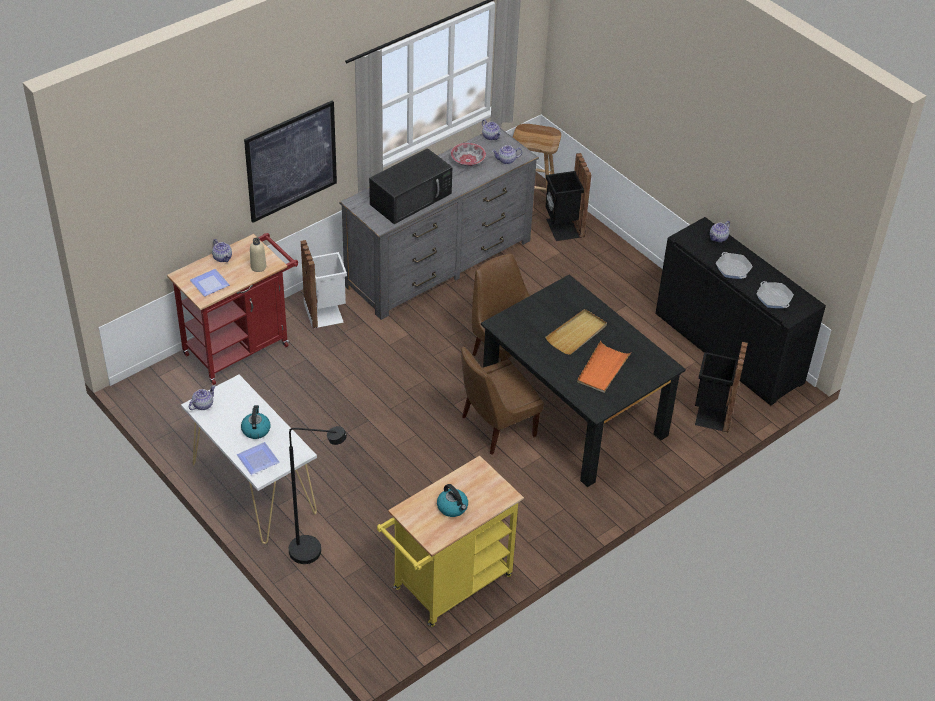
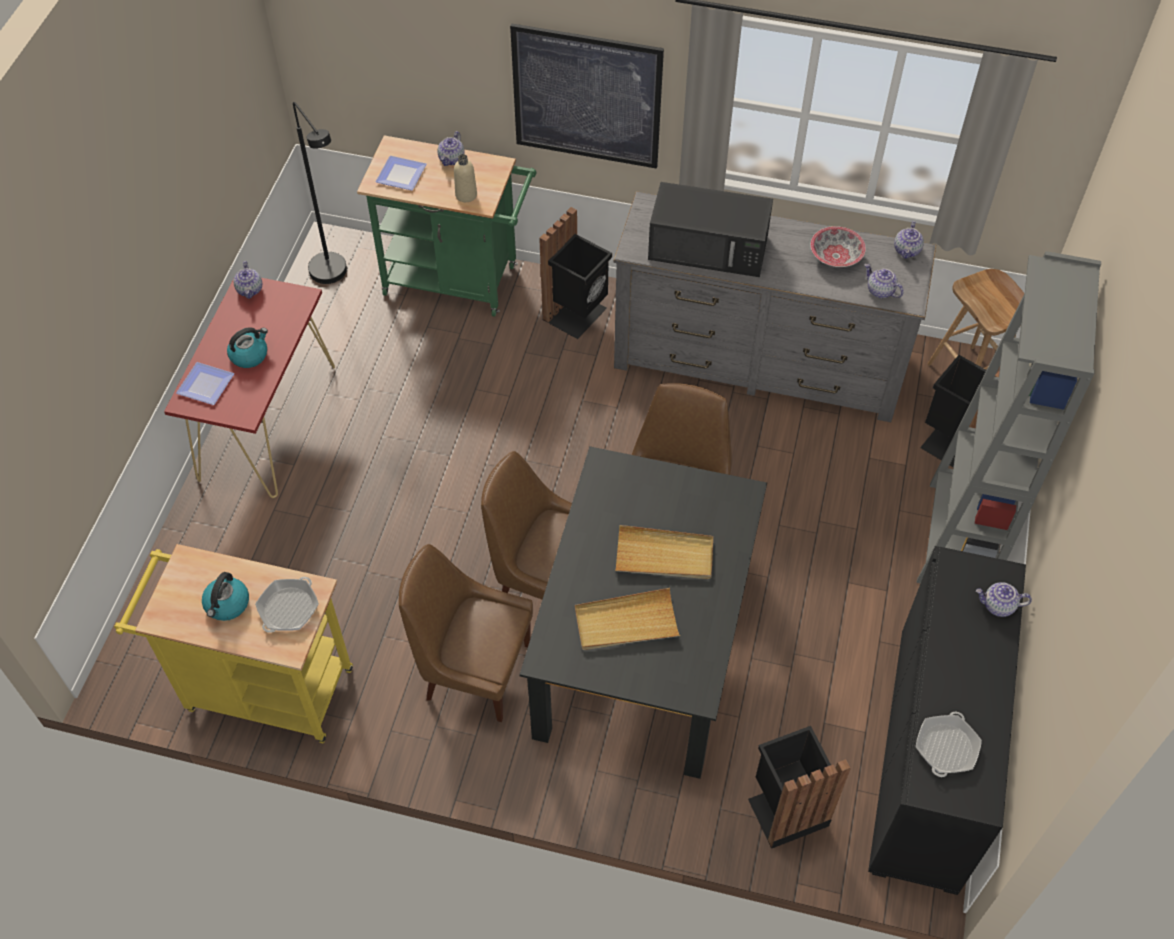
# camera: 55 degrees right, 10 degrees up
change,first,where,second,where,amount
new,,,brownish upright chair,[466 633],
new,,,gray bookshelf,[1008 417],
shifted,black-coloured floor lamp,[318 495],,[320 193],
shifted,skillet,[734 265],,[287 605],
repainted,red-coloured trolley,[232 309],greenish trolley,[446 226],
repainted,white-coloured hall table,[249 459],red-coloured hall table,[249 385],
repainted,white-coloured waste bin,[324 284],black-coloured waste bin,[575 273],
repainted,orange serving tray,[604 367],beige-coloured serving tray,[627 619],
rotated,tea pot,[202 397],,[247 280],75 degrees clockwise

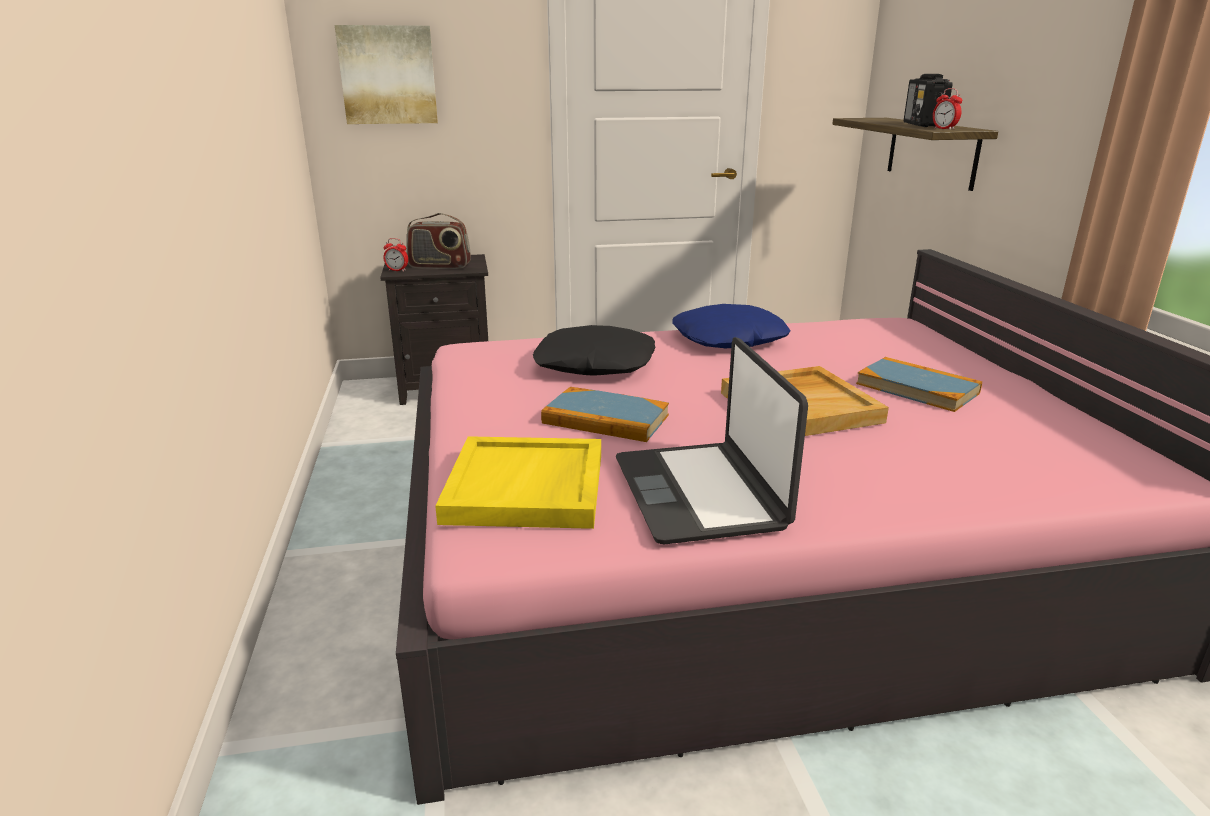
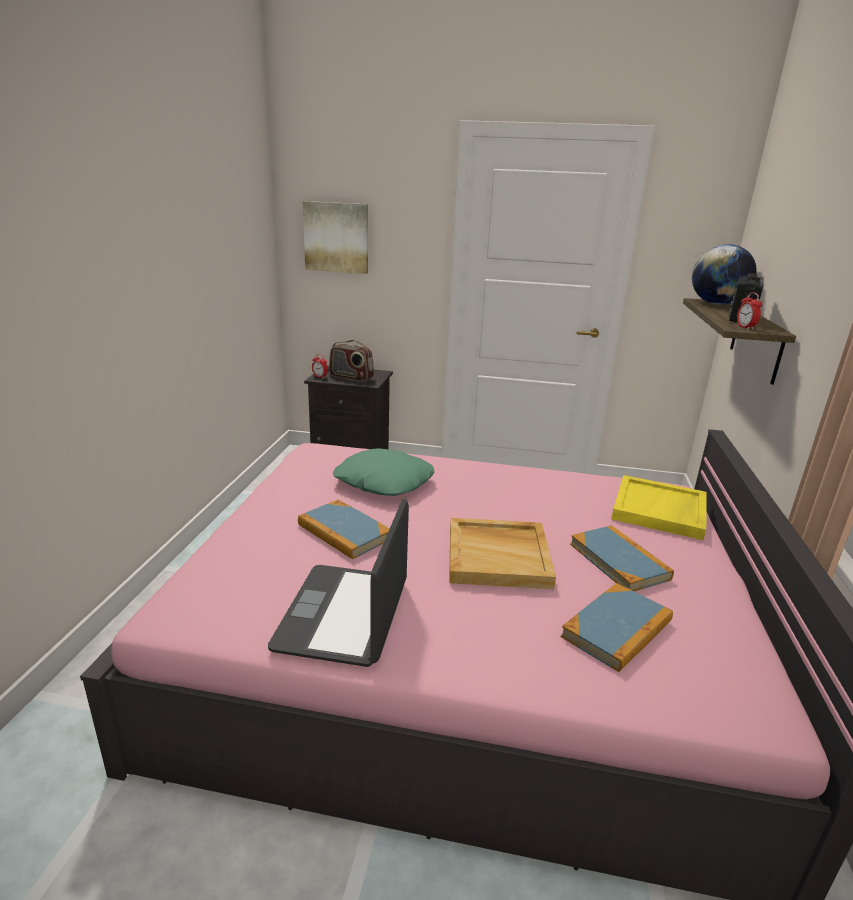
# camera: 20 degrees right, 0 degrees up
change,first,where,second,where,amount
gone,bluish pillow,[731 326],,,
new,,,bound book,[617 627],
new,,,globe,[724 274],
shifted,yellowish serving tray,[518 482],,[659 507],
repainted,black-coloured pillow,[594 350],greenish pillow,[383 472],

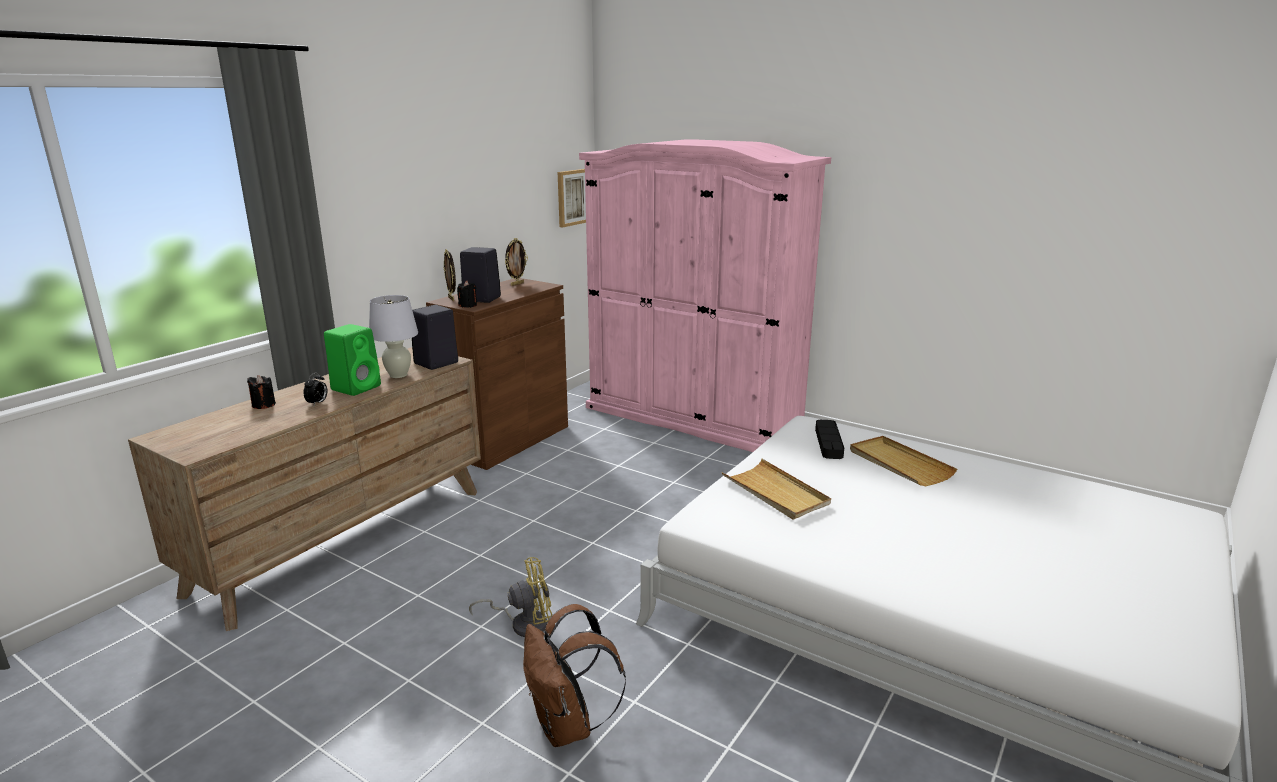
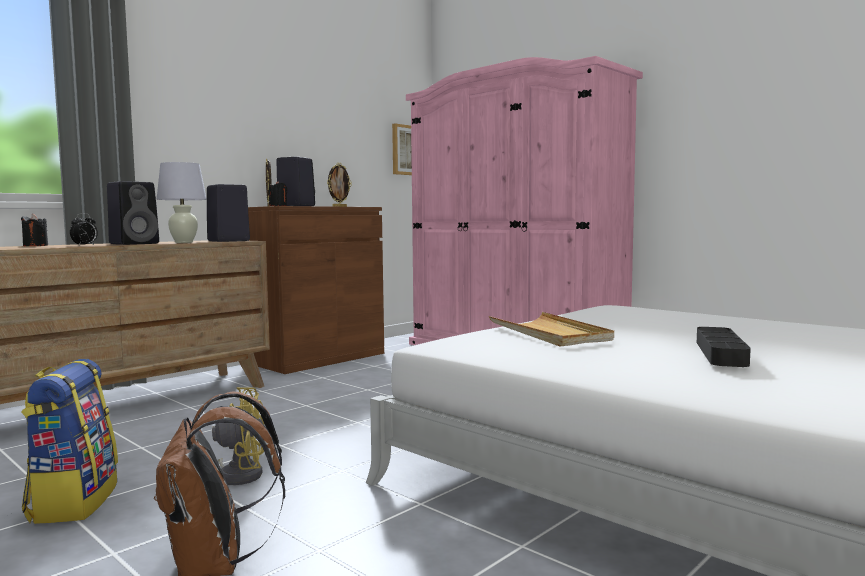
# camera: 10 degrees right, 15 degrees down
change,first,where,second,where,amount
gone,beige-coloured serving tray,[903 461],,,
new,,,rucksack,[70 441],
shifted,black-coloured serving tray,[829 439],,[724 347],
repainted,greenish audio speaker,[352 360],black-coloured audio speaker,[133 213],

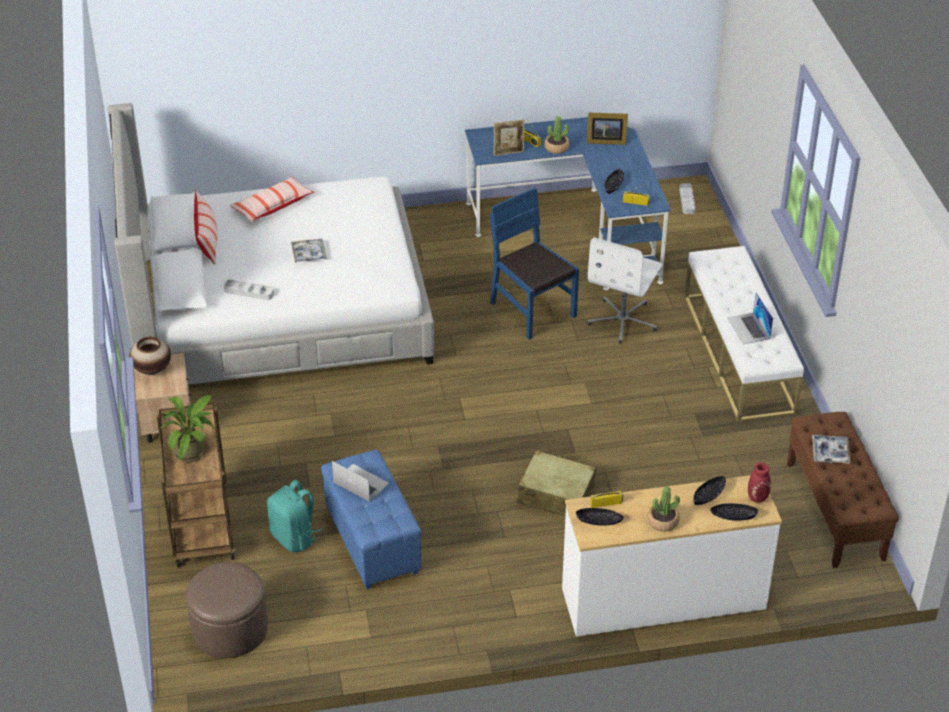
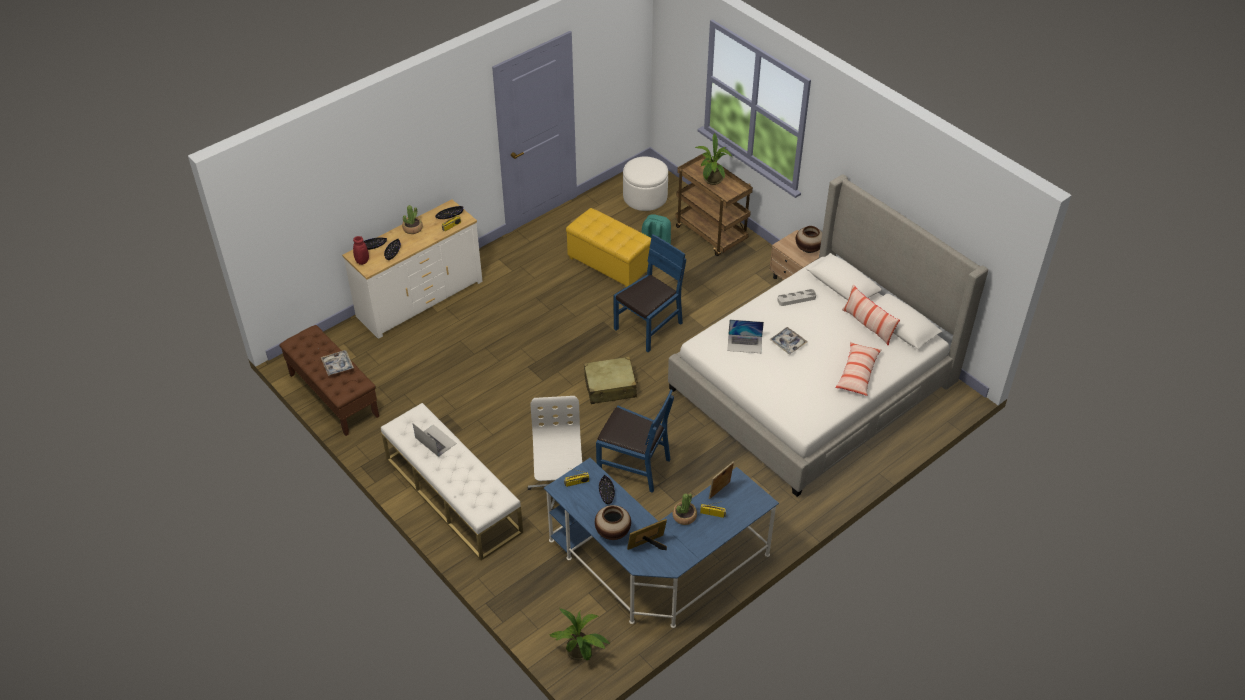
# camera: 150 degrees right, 5 degrees up
change,first,where,second,where,amount
new,,,flower vase,[613 522],
new,,,bluish upright chair,[649 293],
shifted,laptop,[360 481],,[745 336],
shifted,beige-coloured suitcase,[557 483],,[611 380],
swapped,gray serving tray,[687 198],potted plant,[579 634],
repainted,brownish pouffe,[227 610],white-coloured pouffe,[645 183],
repainted,bluish pouffe,[371 519],yellowish pouffe,[608 247],

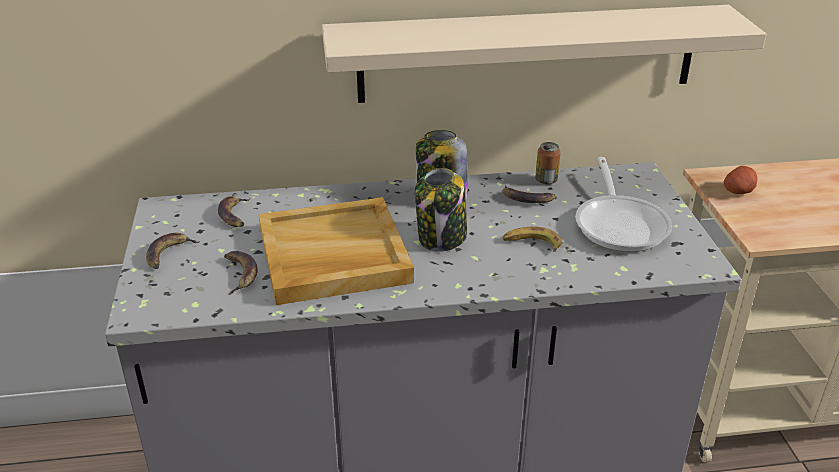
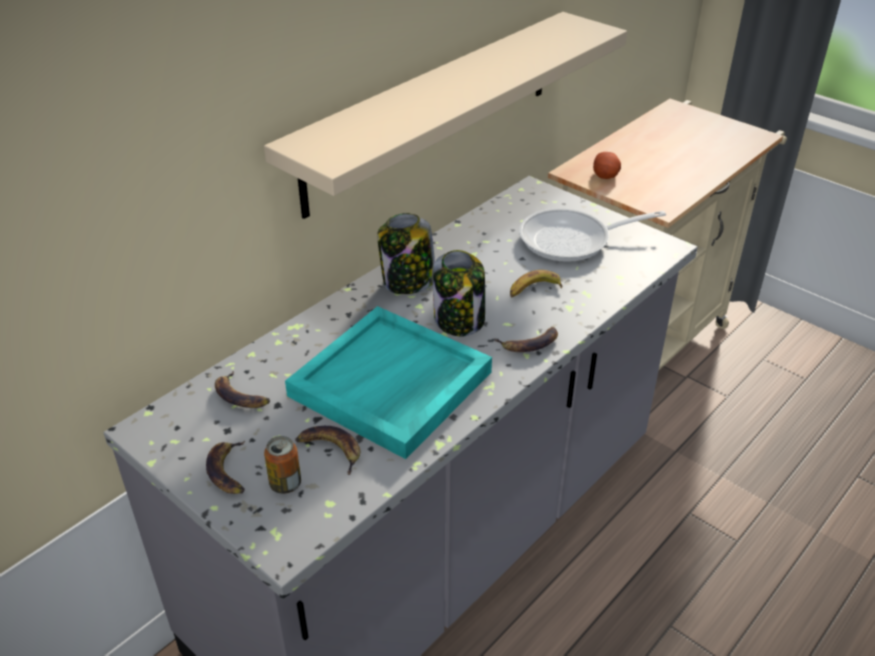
# camera: 40 degrees left, 5 degrees up
change,first,where,second,where,amount
shifted,whole banana,[529 194],,[526 339],
shifted,can,[548 163],,[282 465],
repainted,beige-coloured serving tray,[336 251],turquoise serving tray,[388 382],
rotated,skillet,[623 204],,[592 235],120 degrees clockwise

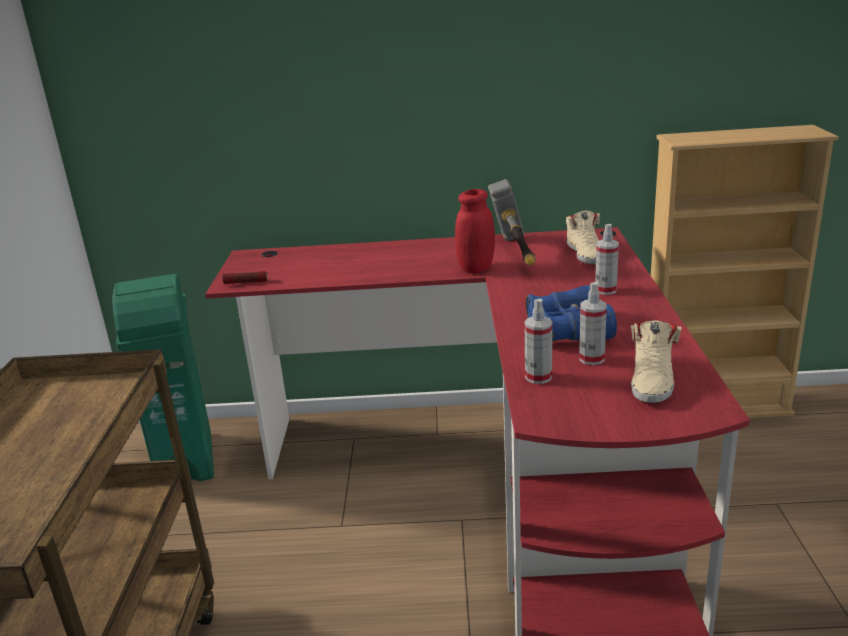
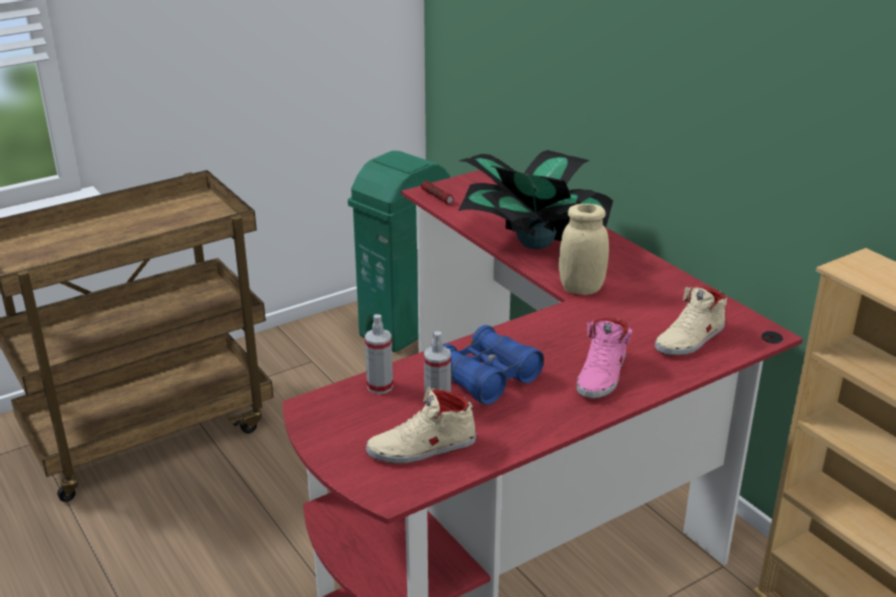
# camera: 55 degrees right, 5 degrees up
change,first,where,second,where,amount
gone,hammer,[512 222],,,
new,,,potted plant,[535 199],
swapped,hand sprayer,[607 259],pink-coloured shoe,[604 358],
repainted,red-coloured preserve jar,[475 231],beige-coloured preserve jar,[584 249],

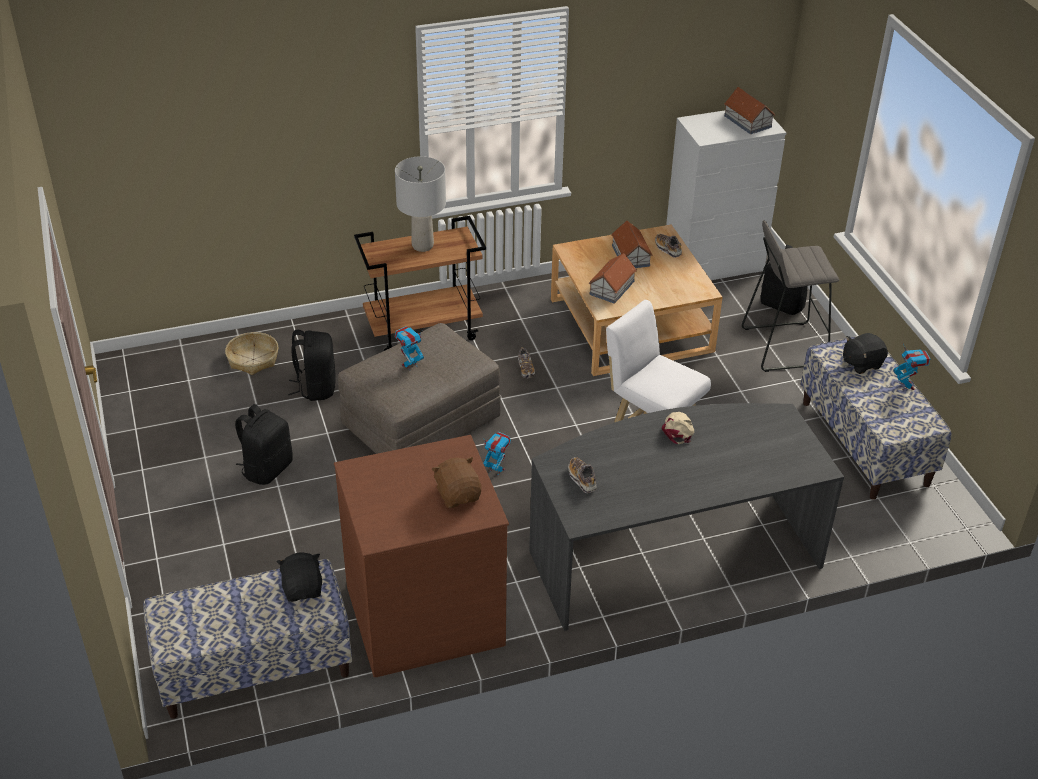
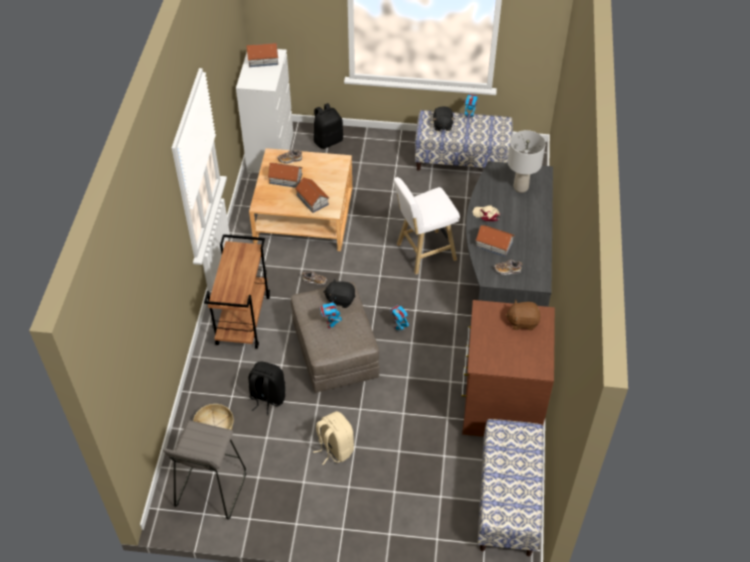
# camera: 65 degrees left, 10 degrees up
change,first,where,second,where,amount
new,,,model house,[494 241],
shifted,black-coloured cuddly toy,[299 577],,[339 293],
shifted,gray lamp for a table,[420 204],,[526 161],
shifted,gray stool seat,[790 296],,[204 470],
repainted,black-coloured rucksack,[264 444],beige-coloured rucksack,[333 438],

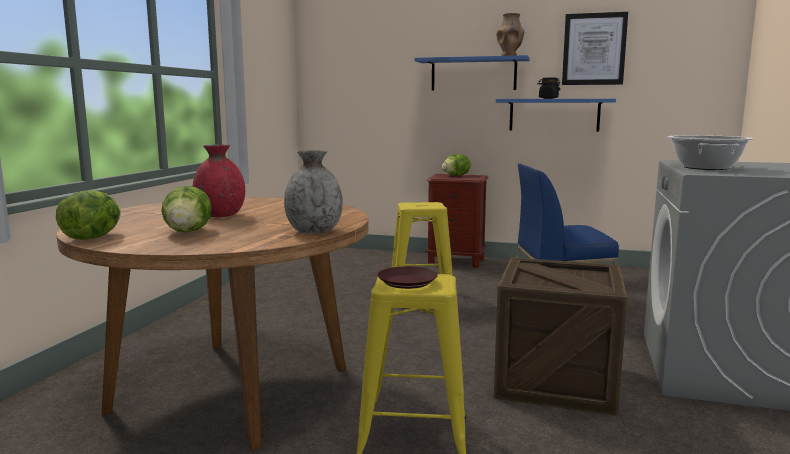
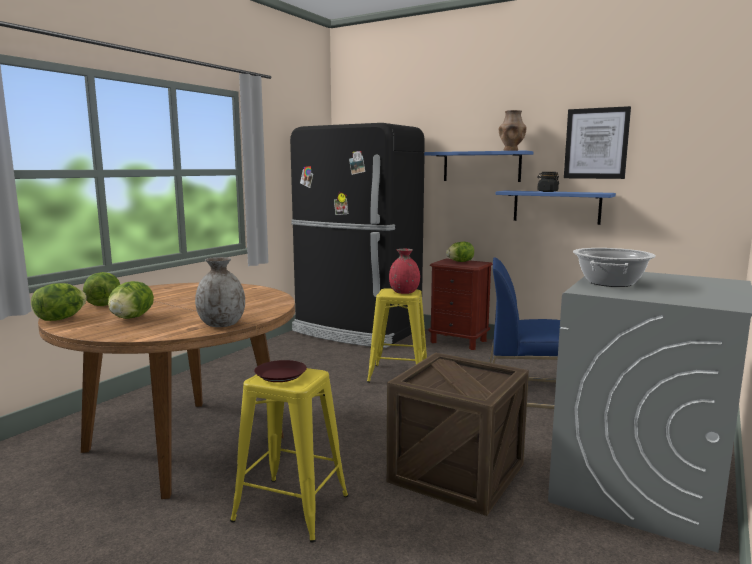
# camera: 15 degrees right, 0 degrees up
change,first,where,second,where,amount
new,,,lettuce head,[101 289],
new,,,black-coloured kitchen fridge,[357 235],
shifted,red-coloured flower vase,[219 180],,[404 271],

